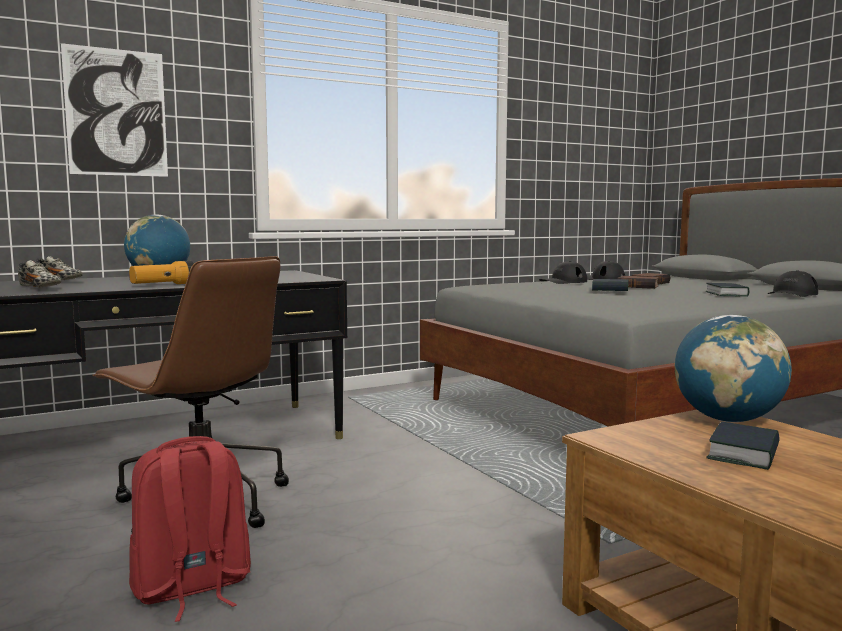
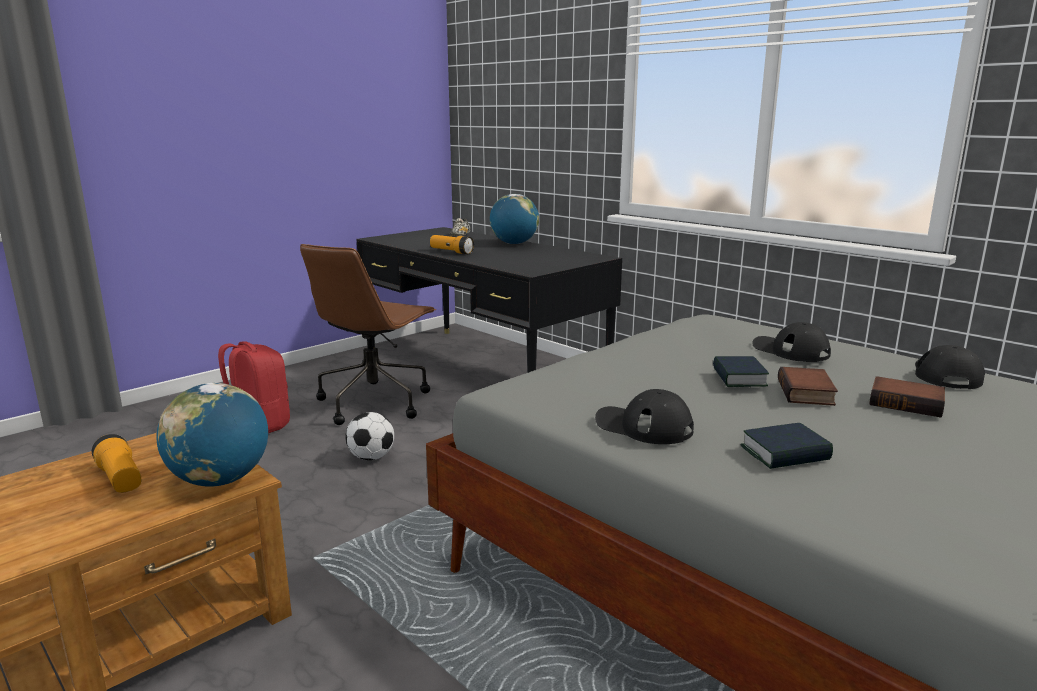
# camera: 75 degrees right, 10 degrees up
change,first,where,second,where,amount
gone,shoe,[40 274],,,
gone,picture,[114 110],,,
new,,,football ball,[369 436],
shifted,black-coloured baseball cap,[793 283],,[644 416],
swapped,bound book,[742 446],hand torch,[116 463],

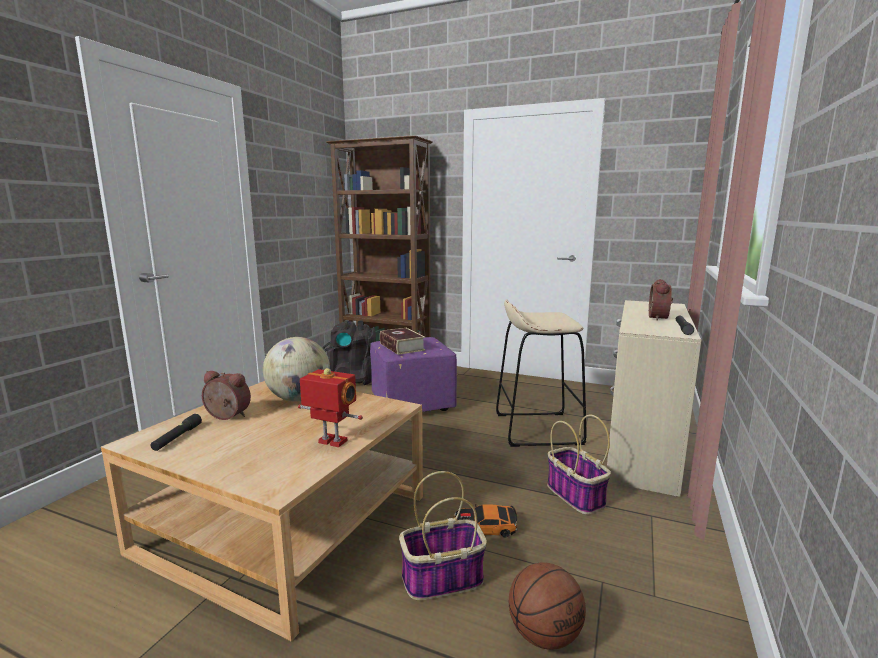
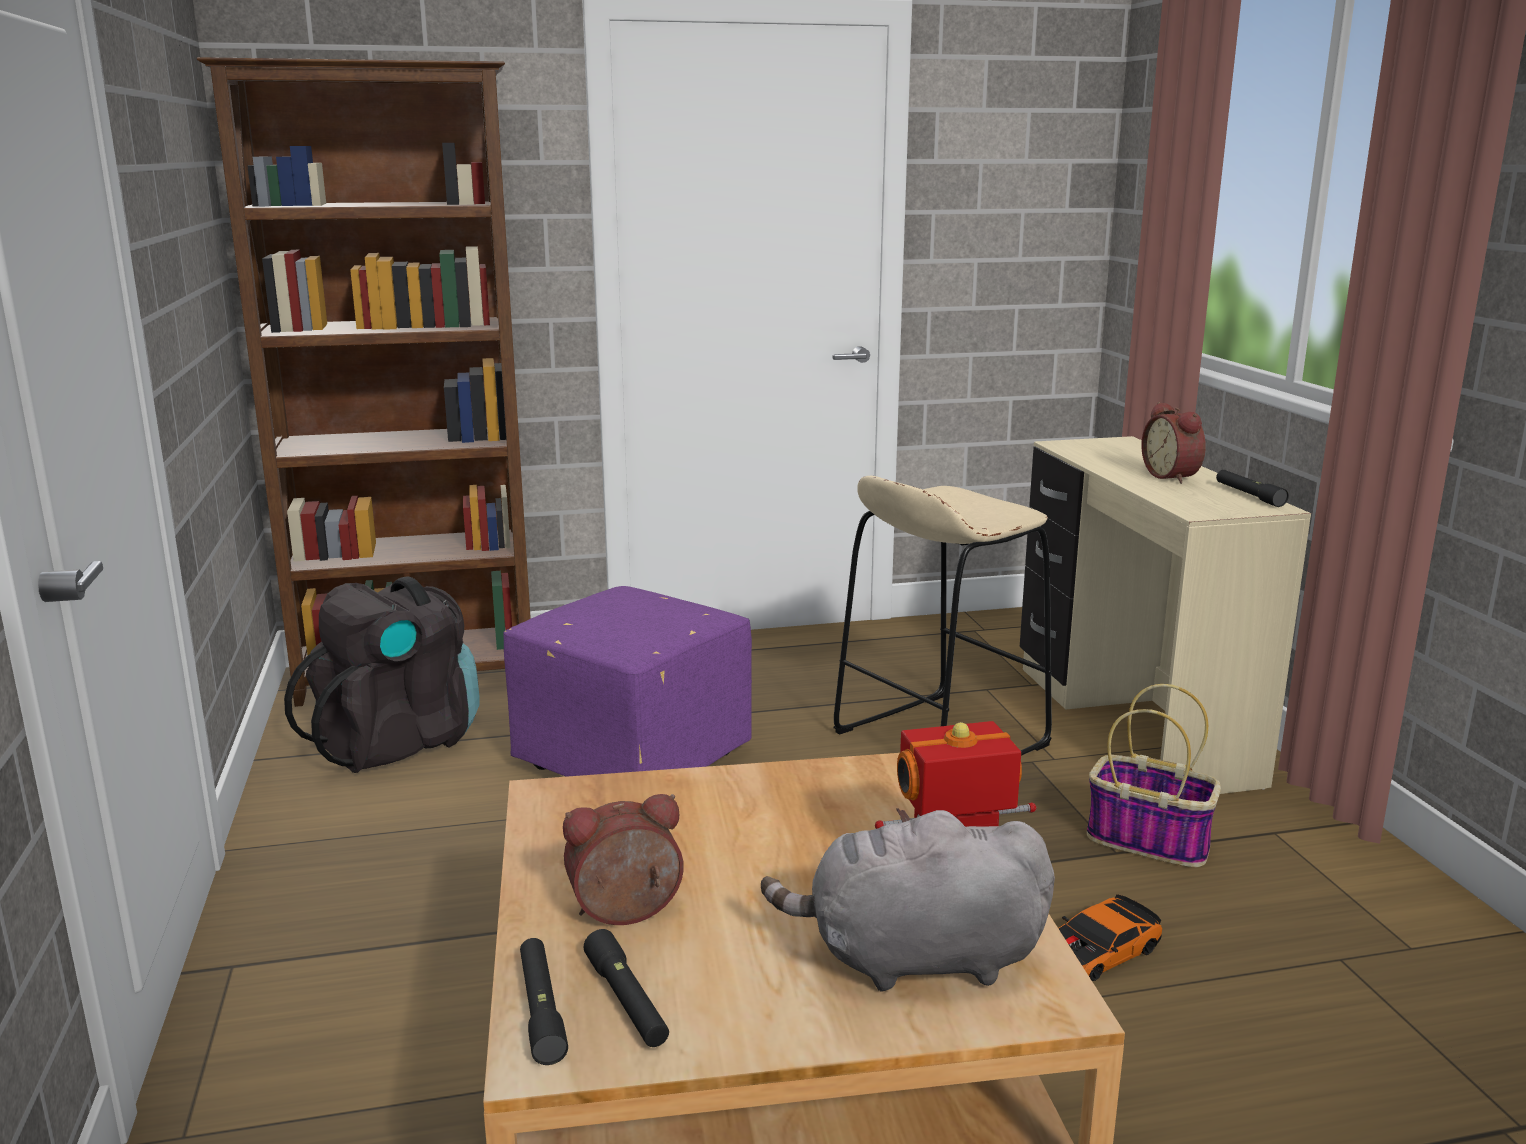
# camera: 35 degrees left, 5 degrees up
change,first,where,second,where,amount
gone,globe,[296 369],,,
gone,bound book,[402 341],,,
gone,household basket,[443 535],,,
gone,ball for basketball,[547 606],,,
new,,,black-coloured hand torch,[544 1001],
new,,,gray cuddly toy,[908 900],

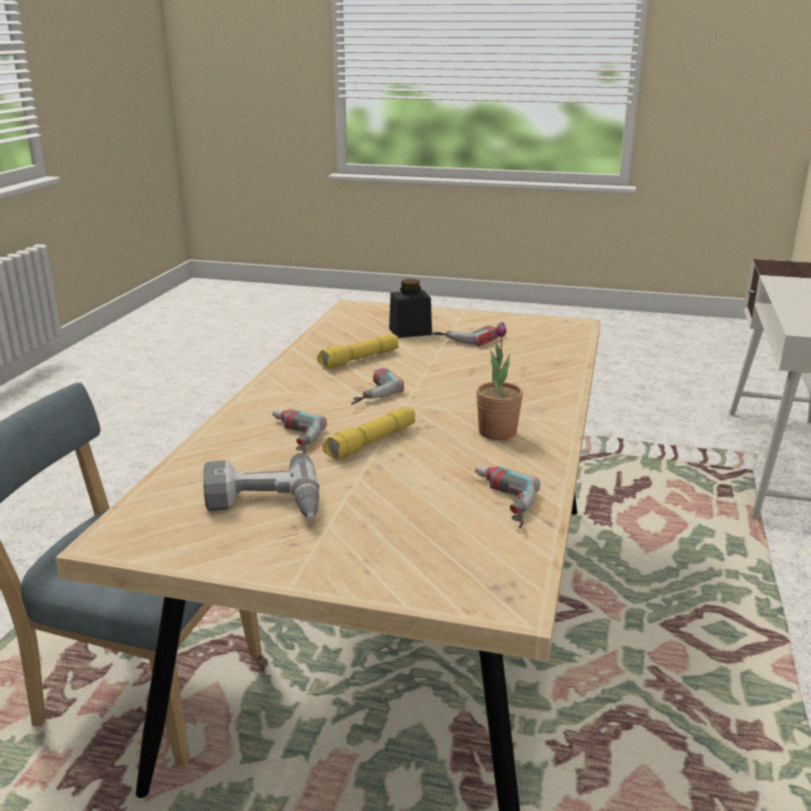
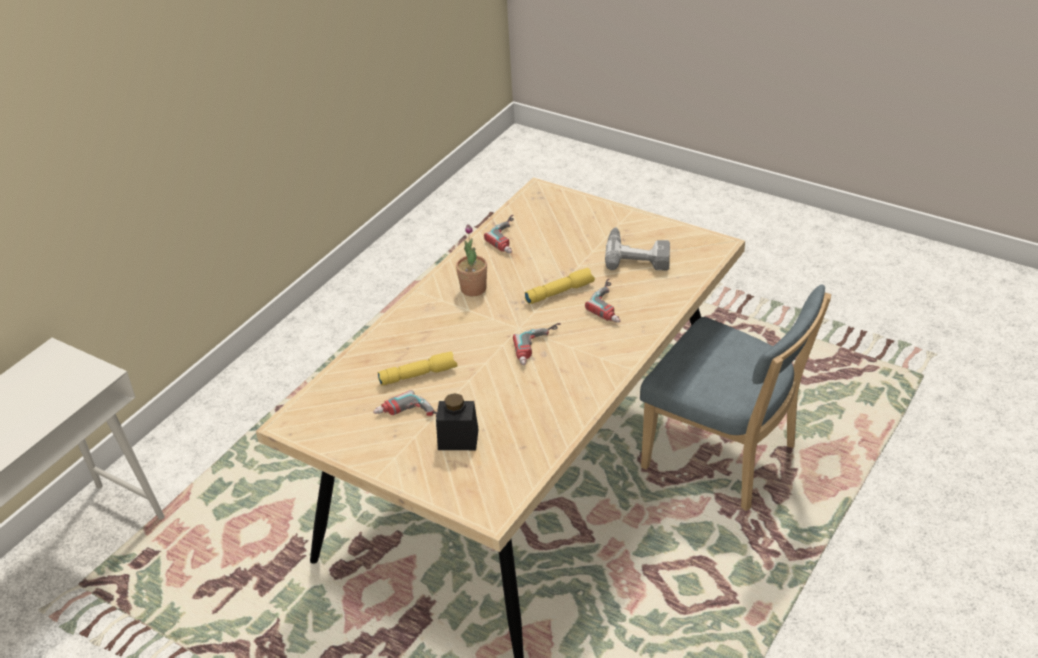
# camera: 160 degrees left, 15 degrees up
change,first,where,second,where,amount
shifted,yellowish hand torch,[358 351],,[417 368],

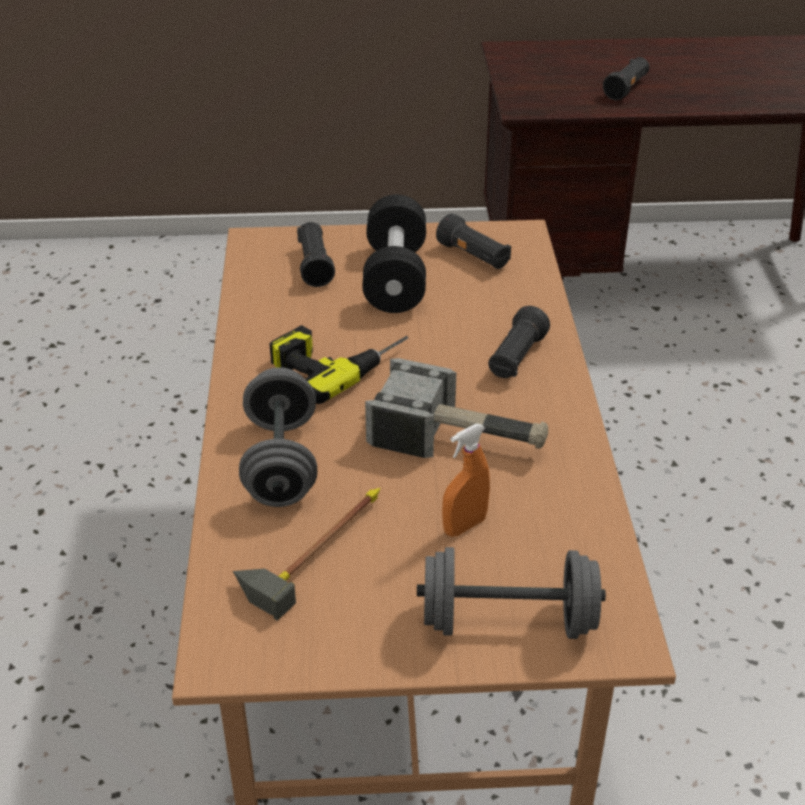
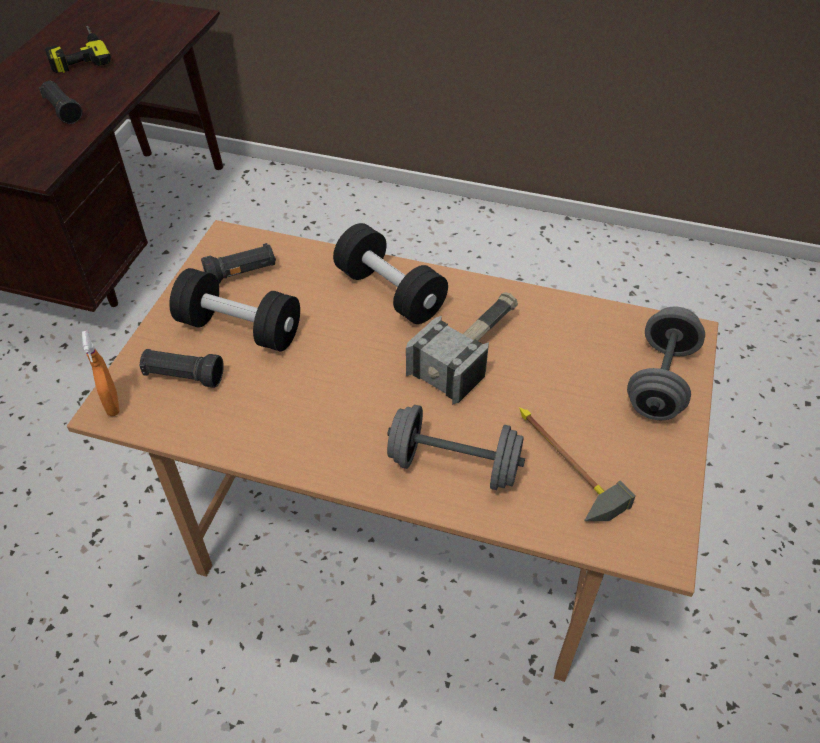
# camera: 70 degrees left, 10 degrees up
change,first,where,second,where,amount
shifted,drill,[339 364],,[78 49],
shifted,orange hand sprayer,[466 480],,[101 373],
swapped,black-coloured hand torch,[519 342],black-coloured dumbbell,[390 273],

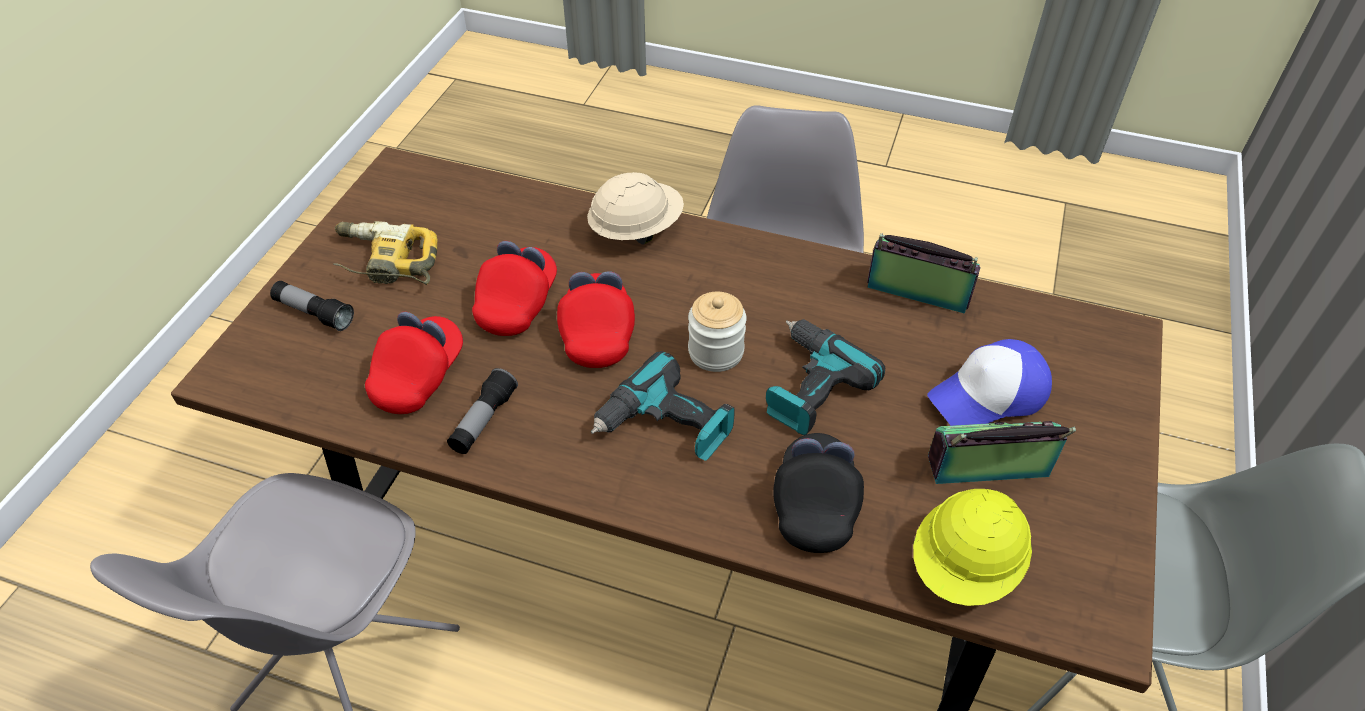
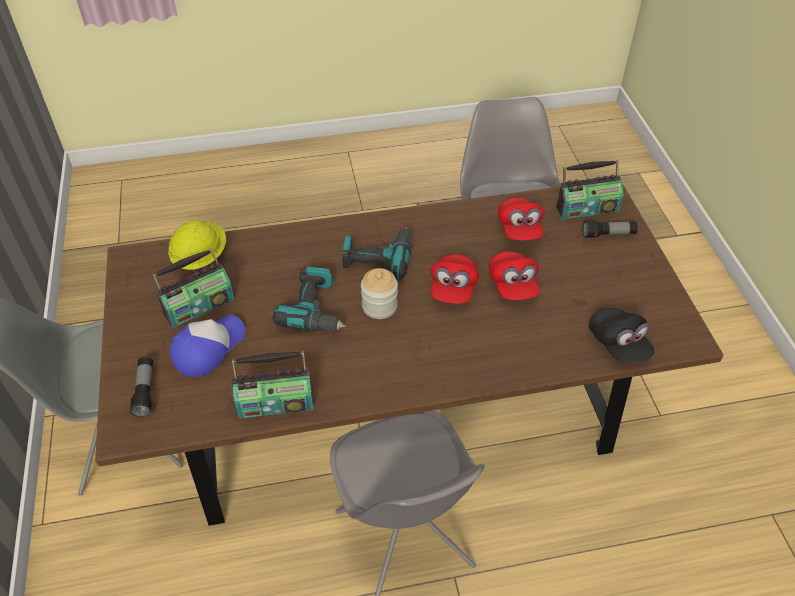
# camera: 150 degrees right, 0 degrees up
change,first,where,second,where,amount
gone,drill,[385 253],,,
gone,beige-coloured safety helmet,[635 208],,,
new,,,radio set,[590 190],
shifted,hand torch,[482 411],,[141 387],
shifted,black-coloured baseball cap,[818 493],,[622 335],
rotated,red-coloured baseball cap,[596 319],,[455 279],45 degrees clockwise

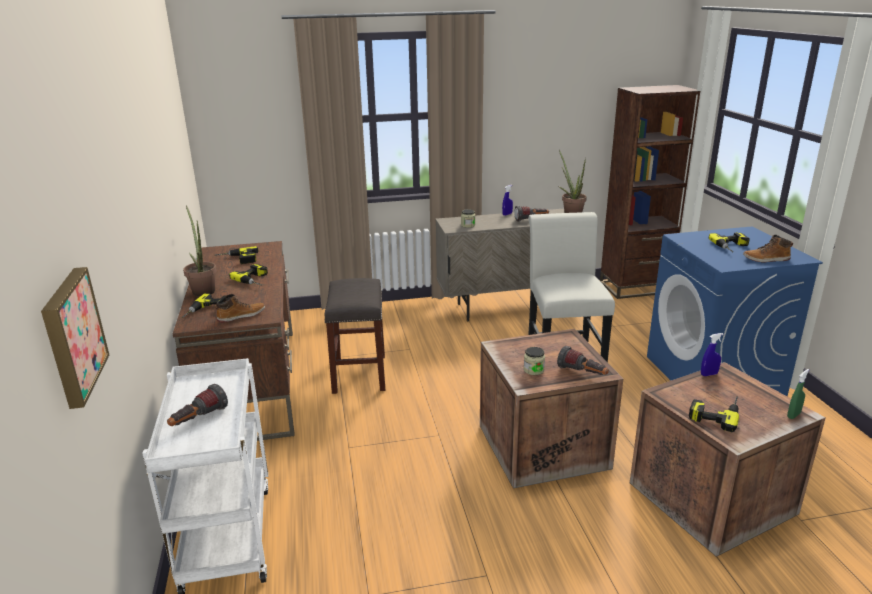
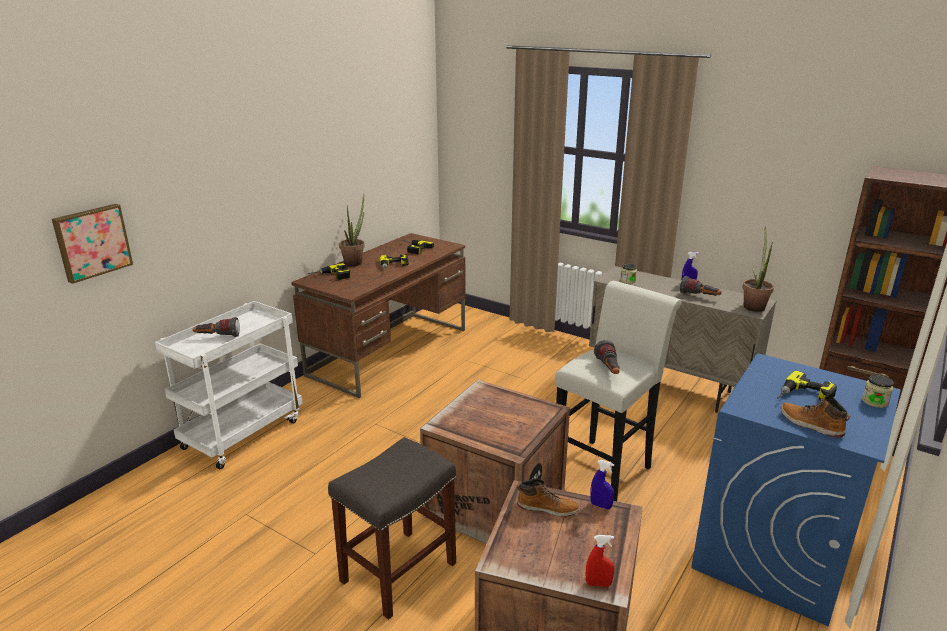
# camera: 45 degrees right, 0 degrees up
change,first,where,second,where,amount
gone,drill,[714 414],,,
shifted,high-top boot,[239 308],,[548 497],
shifted,gray stool seat,[354 336],,[392 528],
shifted,preserve jar,[534 361],,[878 391],
shifted,hand torch,[583 360],,[606 357],
repainted,greenish hand sprayer,[798 394],red-coloured hand sprayer,[600 561],

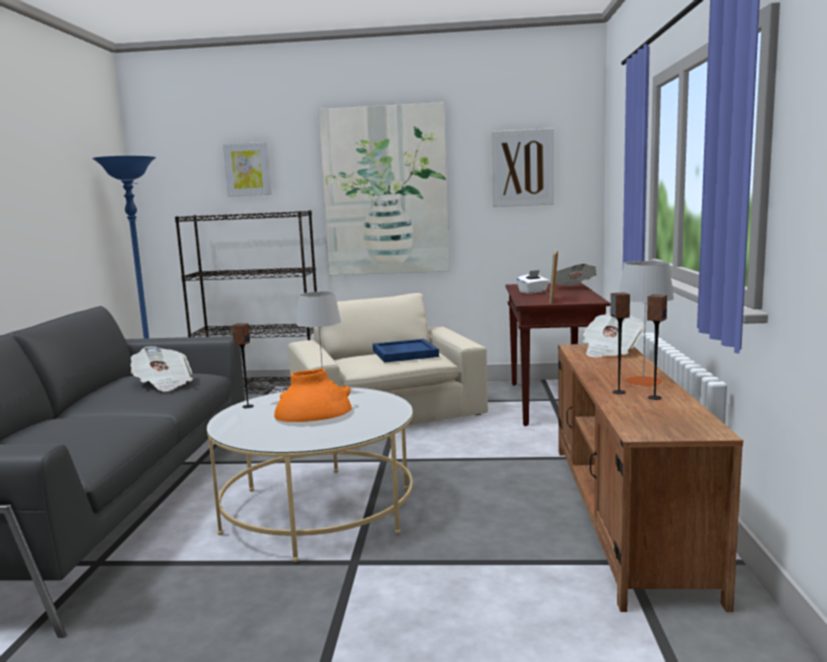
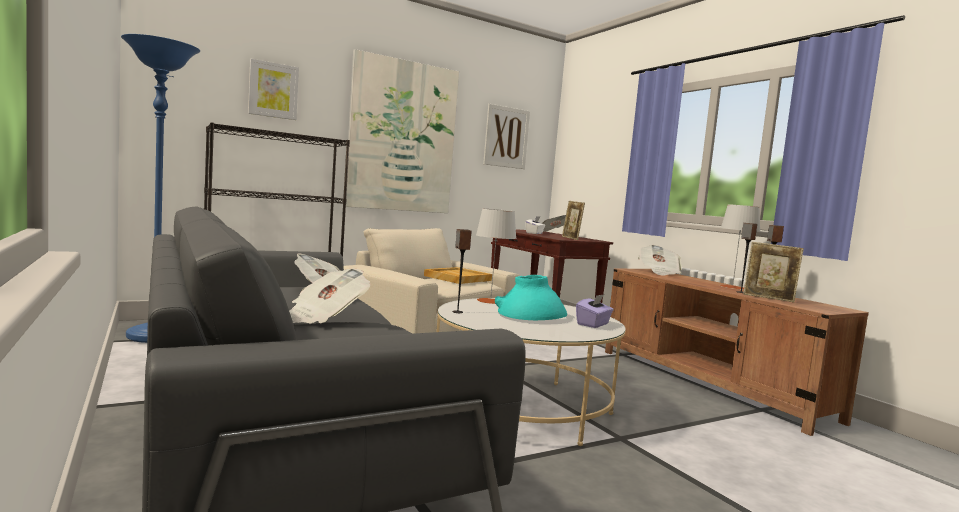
# camera: 35 degrees left, 5 degrees down
change,first,where,second,where,amount
new,,,daily paper,[330 295],
new,,,purplish tissue box,[594 311],
new,,,picture frame,[773 272],
repainted,orange flower vase,[313 395],turquoise flower vase,[531 297],
repainted,bluish serving tray,[406 351],beige-coloured serving tray,[458 275],

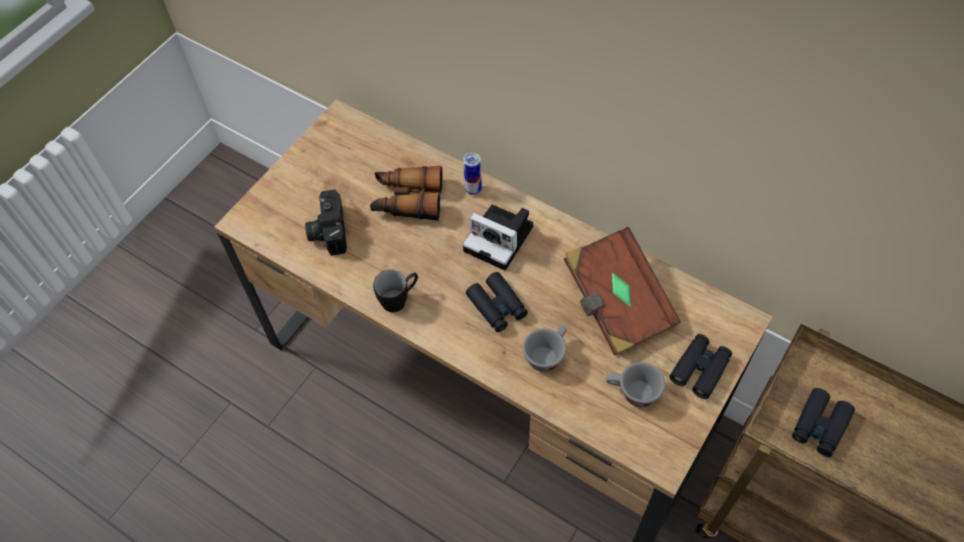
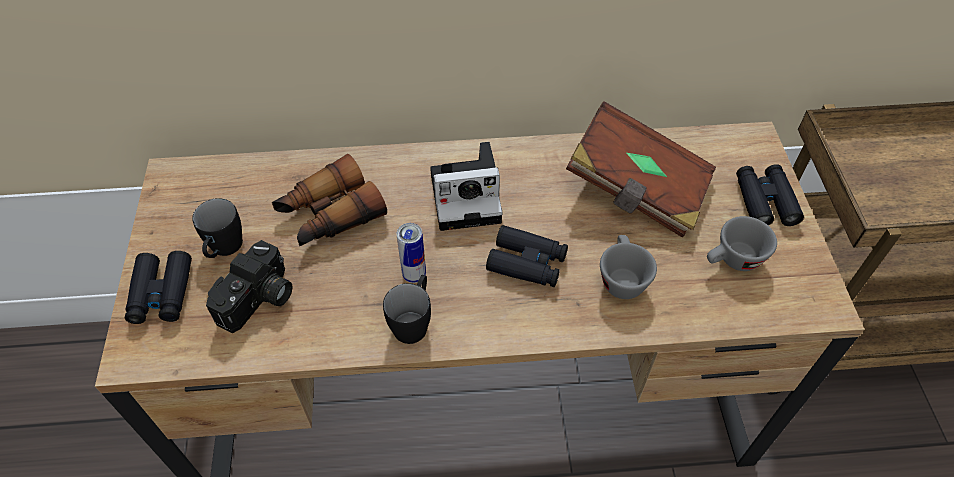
# camera: 40 degrees left, 5 degrees down
change,first,where,second,where,amount
new,,,black-coloured mug,[217 228],
shifted,can,[472 173],,[411 253],
shifted,black-coloured pair of binoculars,[823 422],,[158 287],
rotated,photo camera,[326 222],,[249 286],105 degrees counterclockwise

